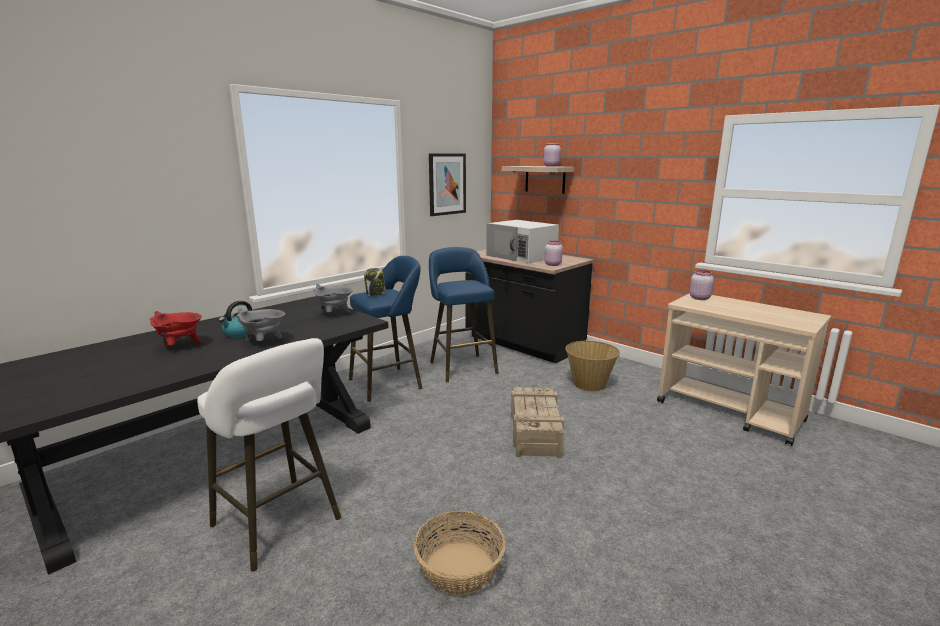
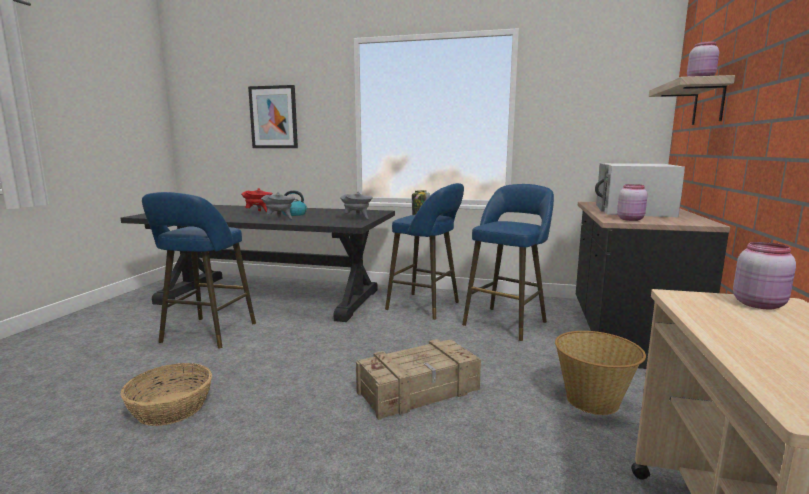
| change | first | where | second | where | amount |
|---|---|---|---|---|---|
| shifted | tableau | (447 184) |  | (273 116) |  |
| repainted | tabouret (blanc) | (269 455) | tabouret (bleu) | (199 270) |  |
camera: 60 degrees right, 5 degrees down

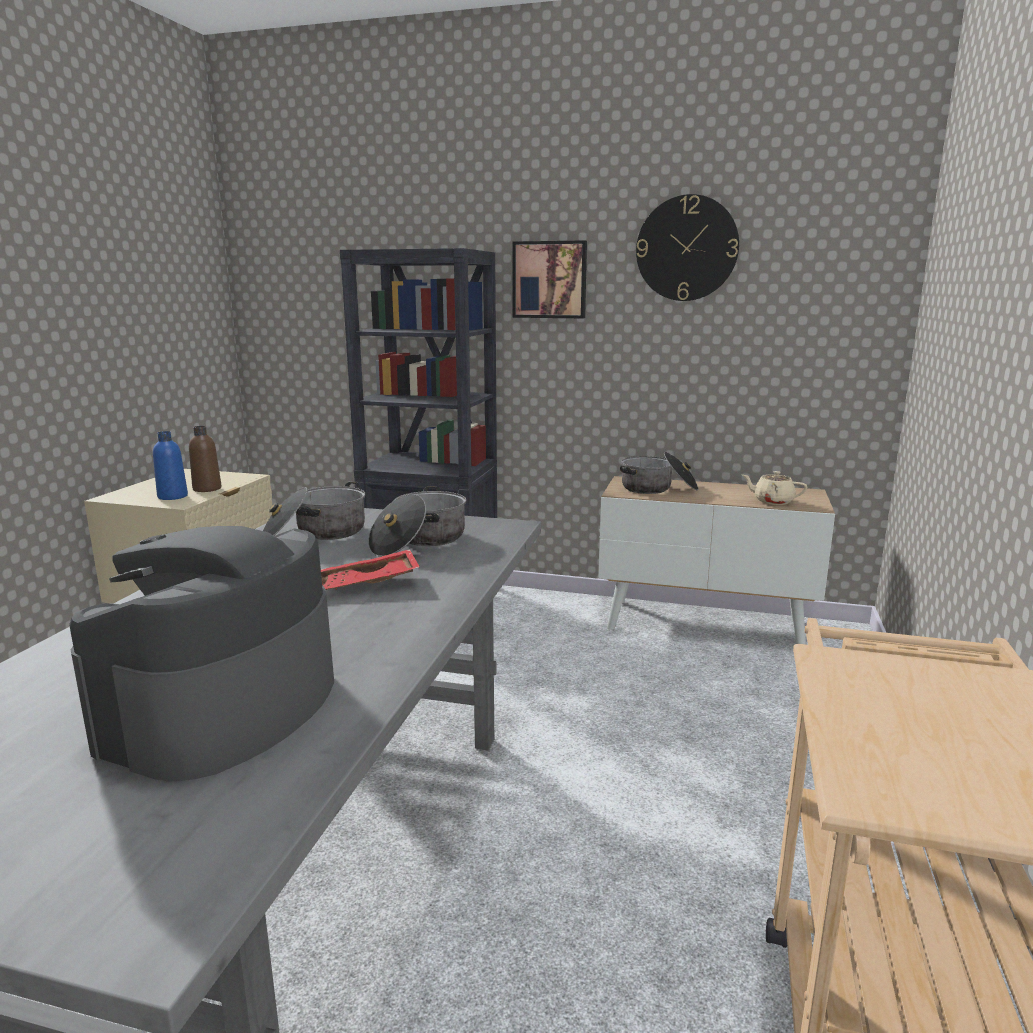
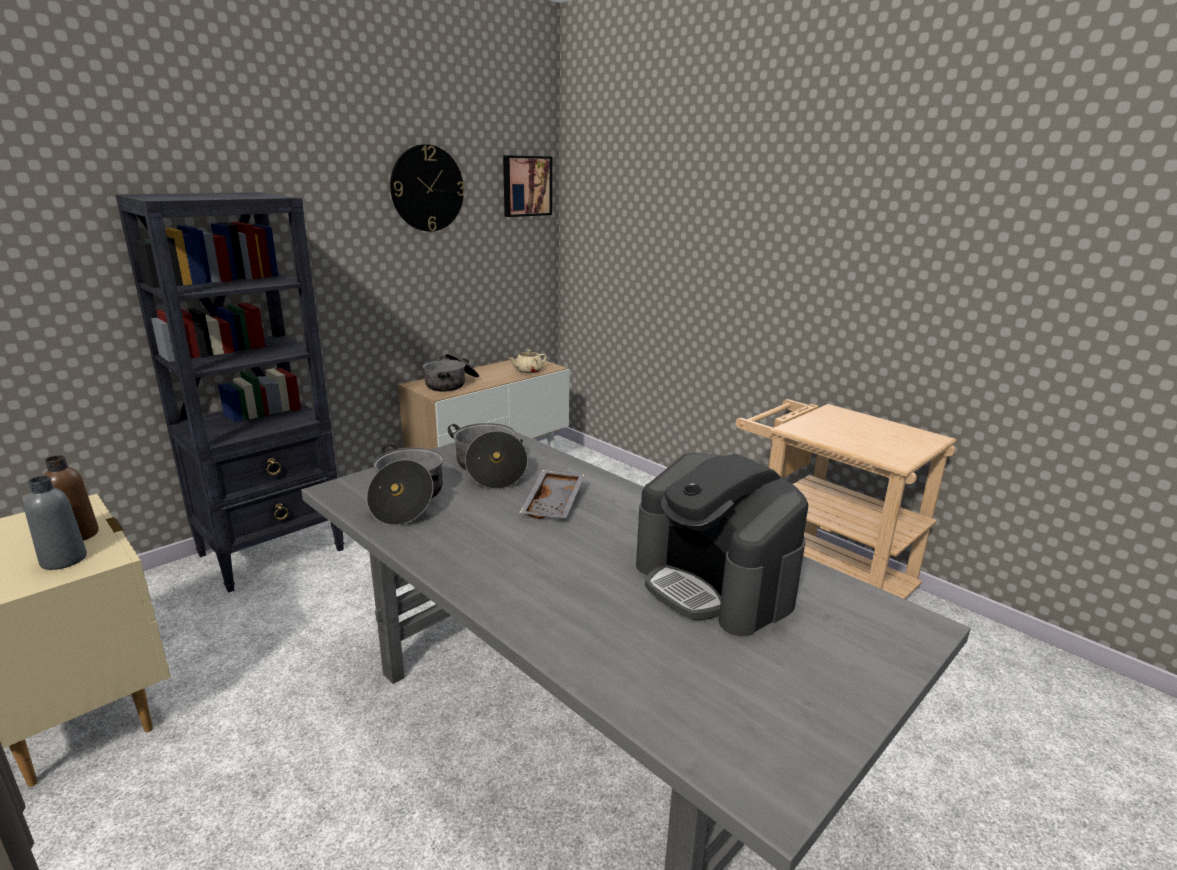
| change | first | where | second | where | amount |
|---|---|---|---|---|---|
| shifted | tableau | (549 279) |  | (527 186) |  |
| repainted | bouteille (bleu) | (170 465) | bouteille (gris) | (55 523) |  |
| repainted | plateau (rouge) | (370 569) | plateau (gris) | (552 494) |  |
camera: 60 degrees left, 5 degrees up

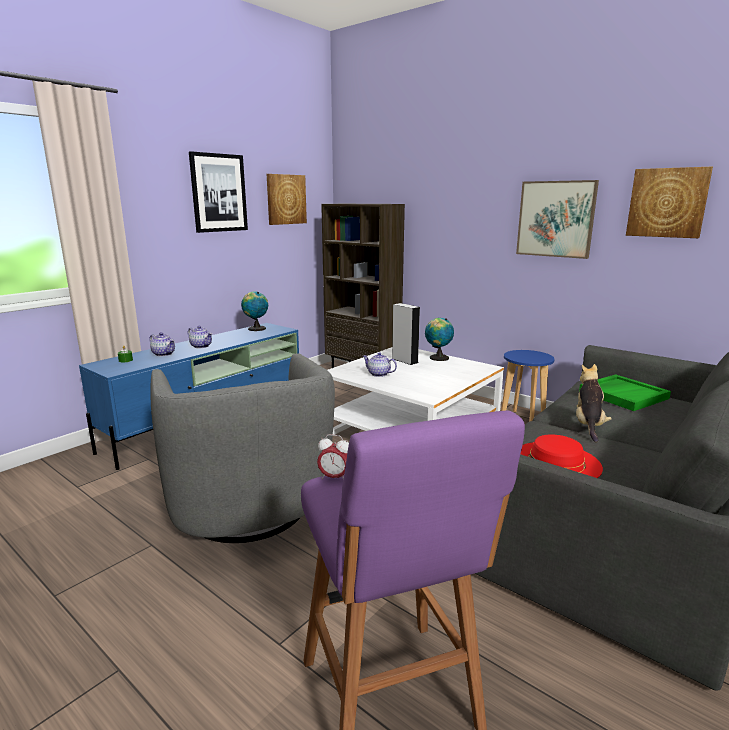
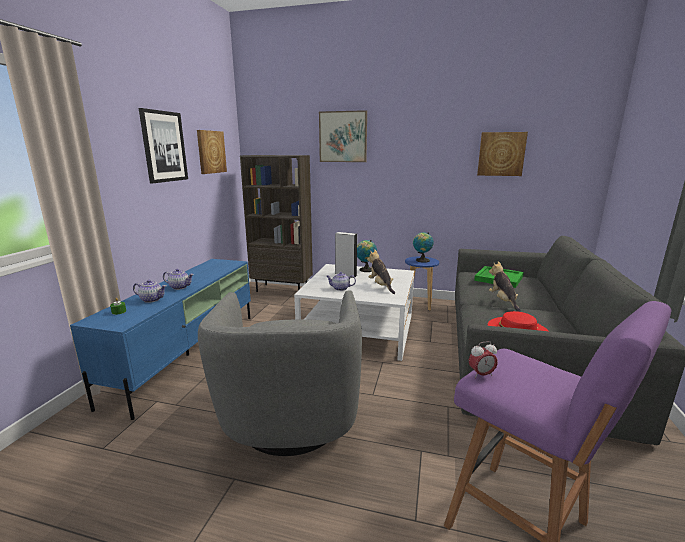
| change | first | where | second | where | amount |
|---|---|---|---|---|---|
| new |  |  | peluche | (381 271) |  |
| shifted | globe | (254 311) |  | (423 247) |  |
| shifted | tableau | (557 219) |  | (343 136) |  |
| rotated | fauteuil (gris) | (242 448) |  | (280 373) | 45 degrees clockwise |
camera: 25 degrees left, 0 degrees up

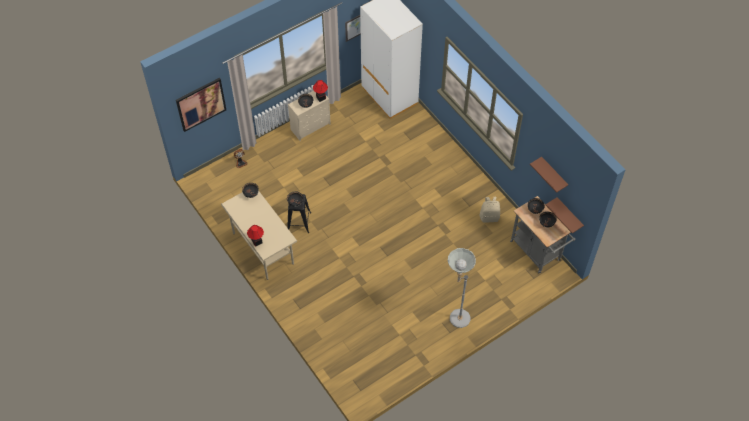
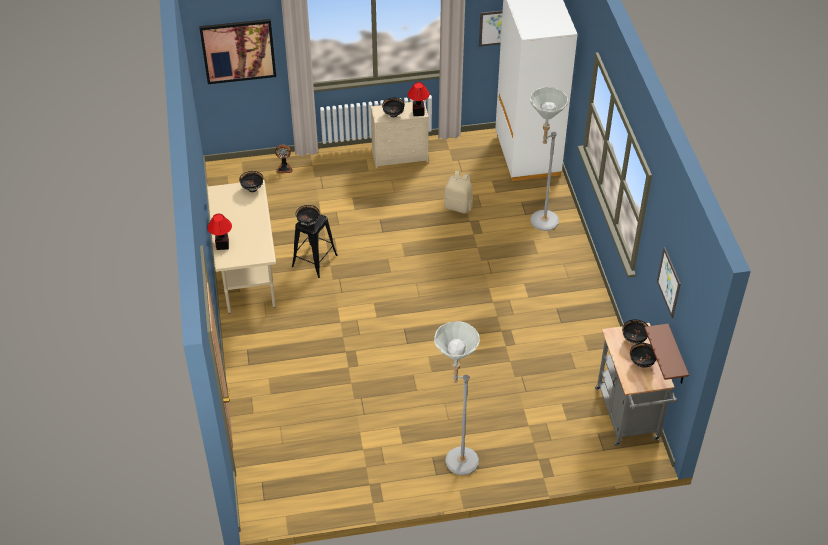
| change | first | where | second | where | amount |
|---|---|---|---|---|---|
| new |  |  | lampadaire (gris) | (549 159) |  |
| shifted | sac à dos (beige) | (490 209) |  | (458 192) |  |
| swapped | étagère (marron) | (549 175) | tableau | (669 282) |  |
camera: 25 degrees right, 10 degrees down

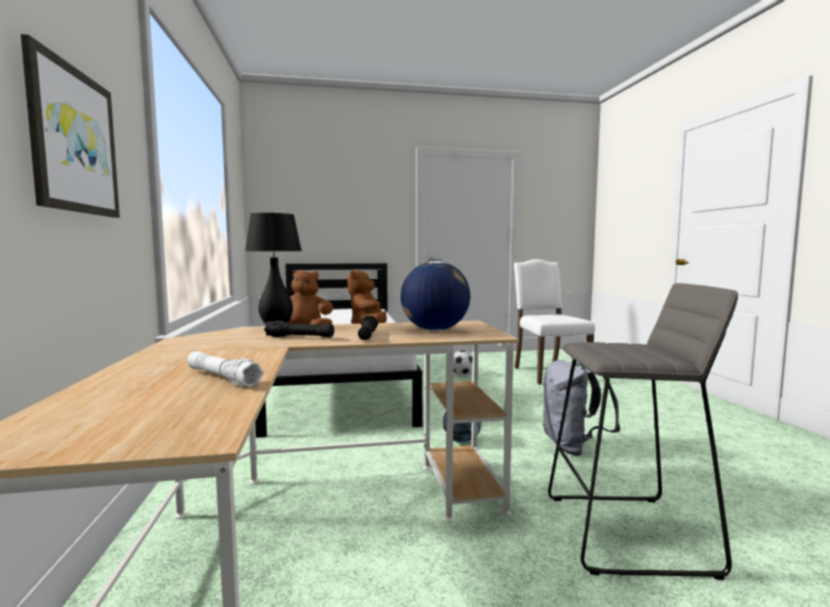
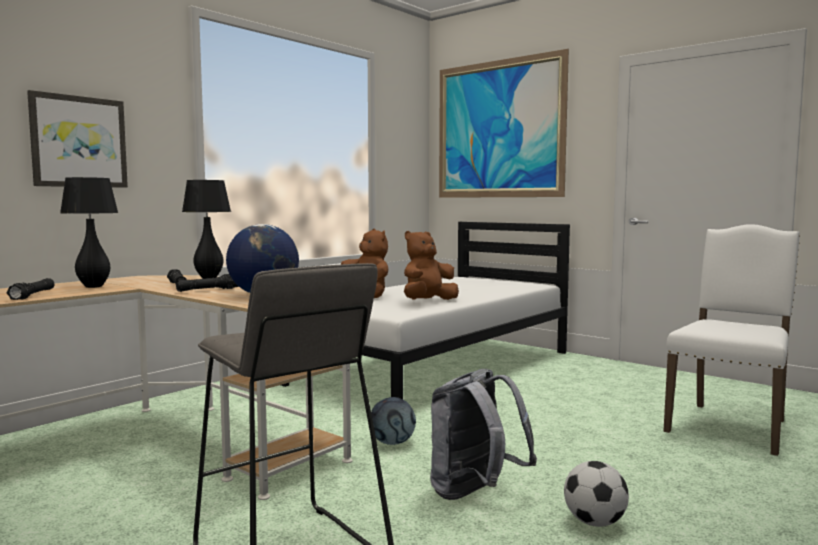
| change | first | where | second | where | amount |
|---|---|---|---|---|---|
| new |  |  | lampe de table (noir) | (89 232) |  |
| new |  |  | tableau | (504 123) |  |
| shifted | ballon de foot | (463 363) |  | (596 494) |  |
| repainted | lampe de poche (blanc) | (225 369) | lampe de poche (noir) | (30 289) |  |
camera: 50 degrees right, 0 degrees up

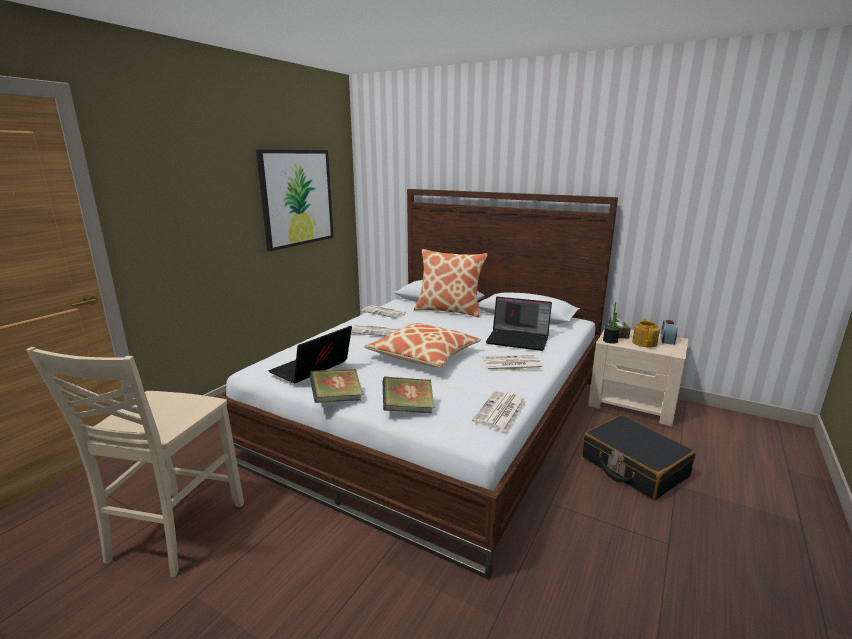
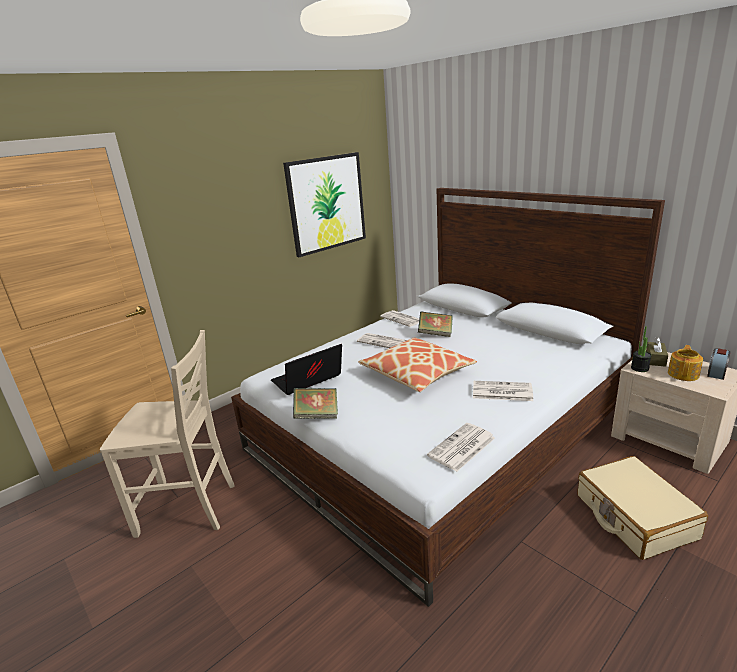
| change | first | where | second | where | amount |
|---|---|---|---|---|---|
| gone | coussin | (451 283) |  |  |  |
| gone | ordinateur portable | (519 324) |  |  |  |
| shifted | livre | (409 395) |  | (435 324) |  |
| repainted | valise (noir) | (638 458) | valise (beige) | (642 508) |  |
| rotated | chaise (beige) | (135 462) |  | (167 434) | 120 degrees counterclockwise |
camera: 20 degrees right, 5 degrees up

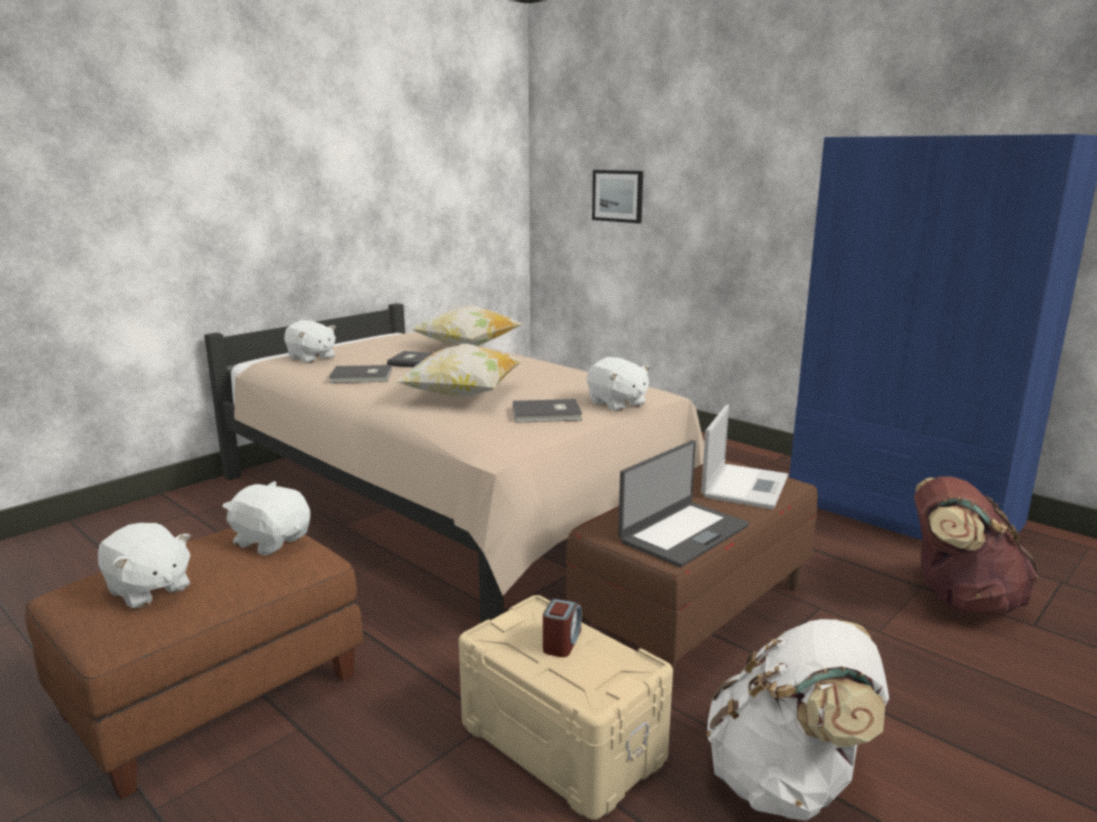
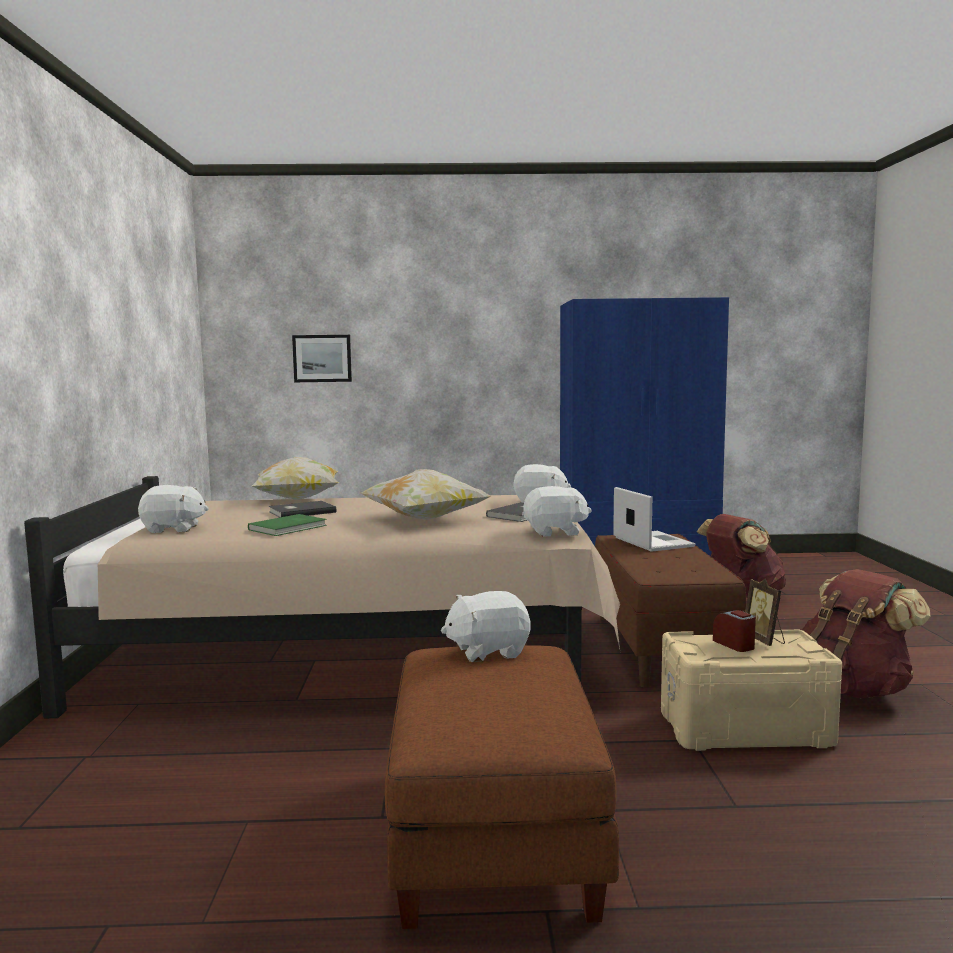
| change | first | where | second | where | amount |
|---|---|---|---|---|---|
| gone | ordinateur portable | (683 503) |  |  |  |
| new |  |  | cadre photo | (765 612) |  |
| shifted | peluche (blanc) | (144 566) |  | (557 511) |  |
| repainted | livre (gris) | (360 374) | livre (vert) | (287 525) |  |
| repainted | sac à dos (blanc) | (798 719) | sac à dos (marron) | (865 634) |  |
camera: 45 degrees left, 10 degrees down

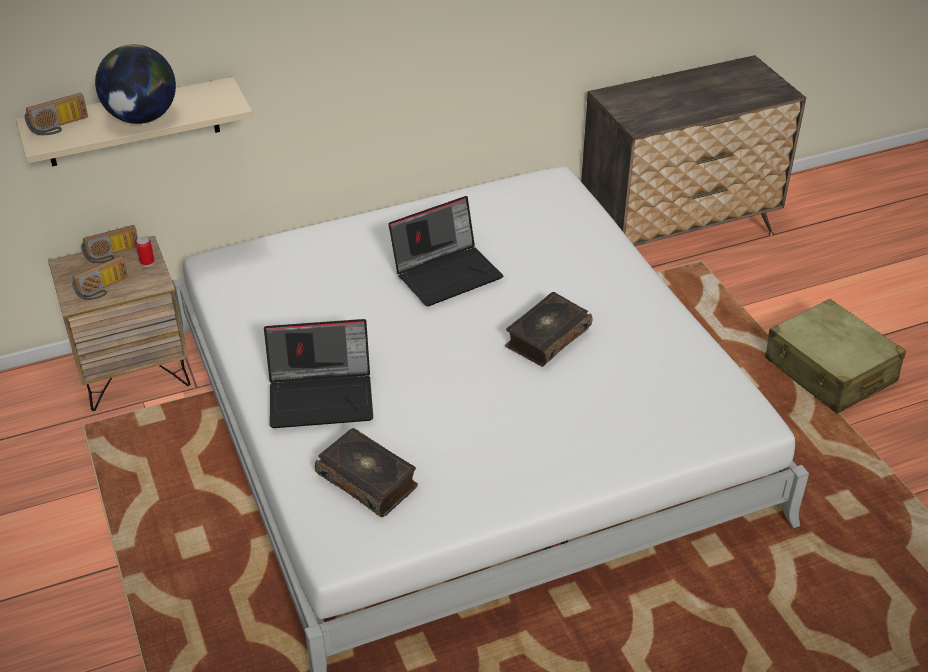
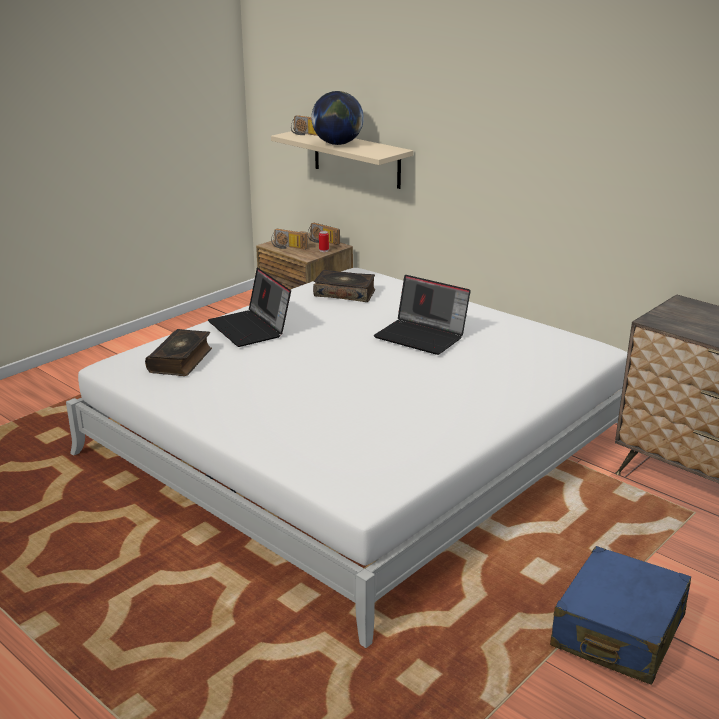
| change | first | where | second | where | amount |
|---|---|---|---|---|---|
| shifted | livre | (549 329) |  | (344 286) |  |
| repainted | valise (beige) | (835 356) | valise (bleu) | (620 615) |  |
camera: 65 degrees right, 15 degrees down

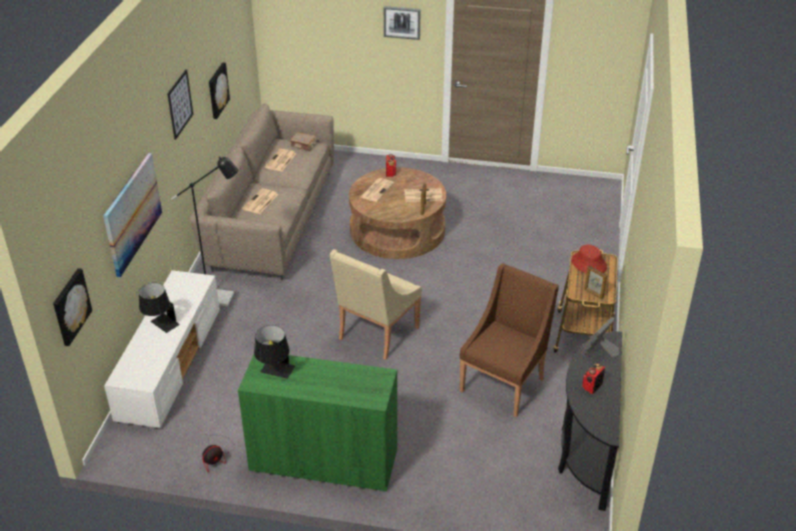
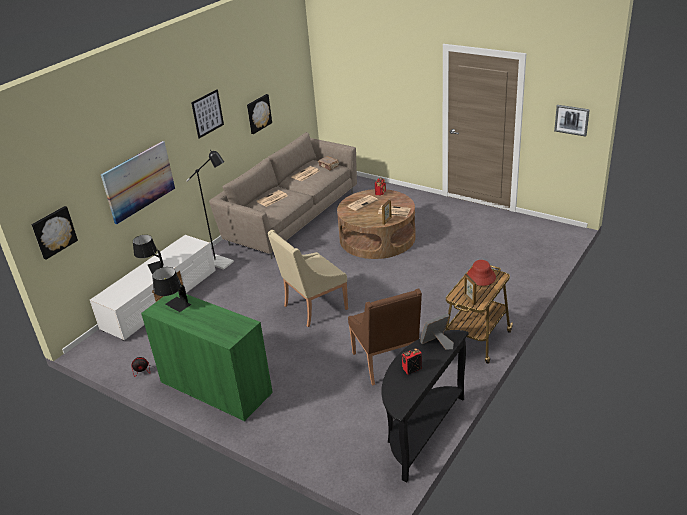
| change | first | where | second | where | amount |
|---|---|---|---|---|---|
| shifted | tableau | (402 23) |  | (572 121) |  |
| rotated | fauteuil (marron) | (509 340) |  | (385 336) | 105 degrees clockwise |
camera: 25 degrees right, 5 degrees down

